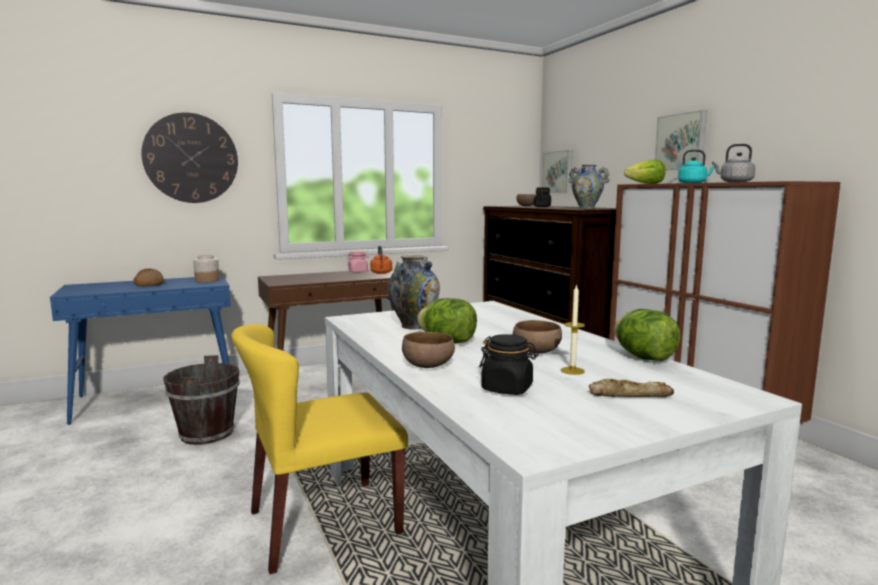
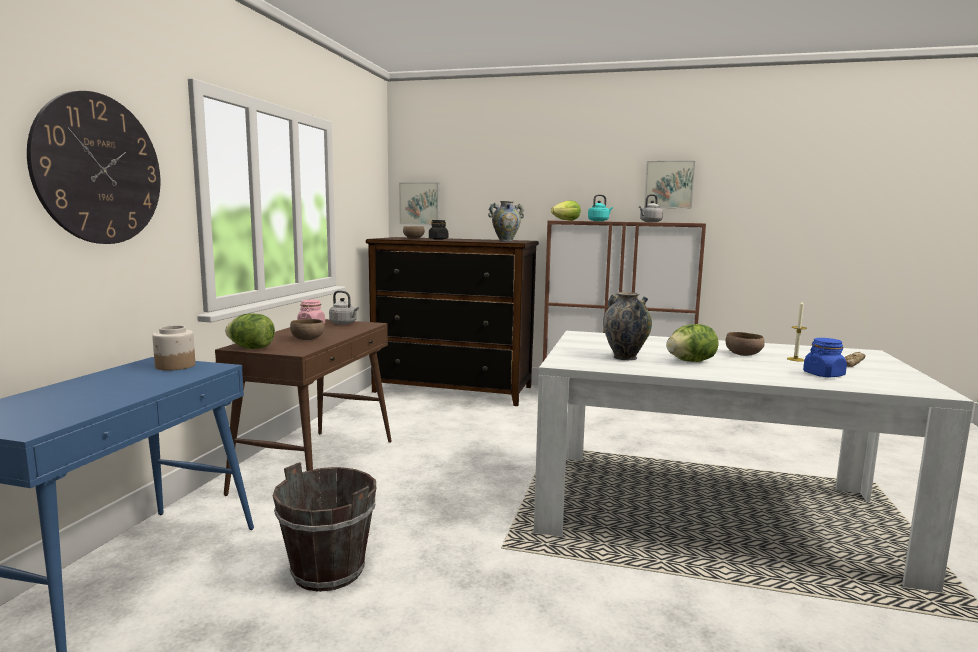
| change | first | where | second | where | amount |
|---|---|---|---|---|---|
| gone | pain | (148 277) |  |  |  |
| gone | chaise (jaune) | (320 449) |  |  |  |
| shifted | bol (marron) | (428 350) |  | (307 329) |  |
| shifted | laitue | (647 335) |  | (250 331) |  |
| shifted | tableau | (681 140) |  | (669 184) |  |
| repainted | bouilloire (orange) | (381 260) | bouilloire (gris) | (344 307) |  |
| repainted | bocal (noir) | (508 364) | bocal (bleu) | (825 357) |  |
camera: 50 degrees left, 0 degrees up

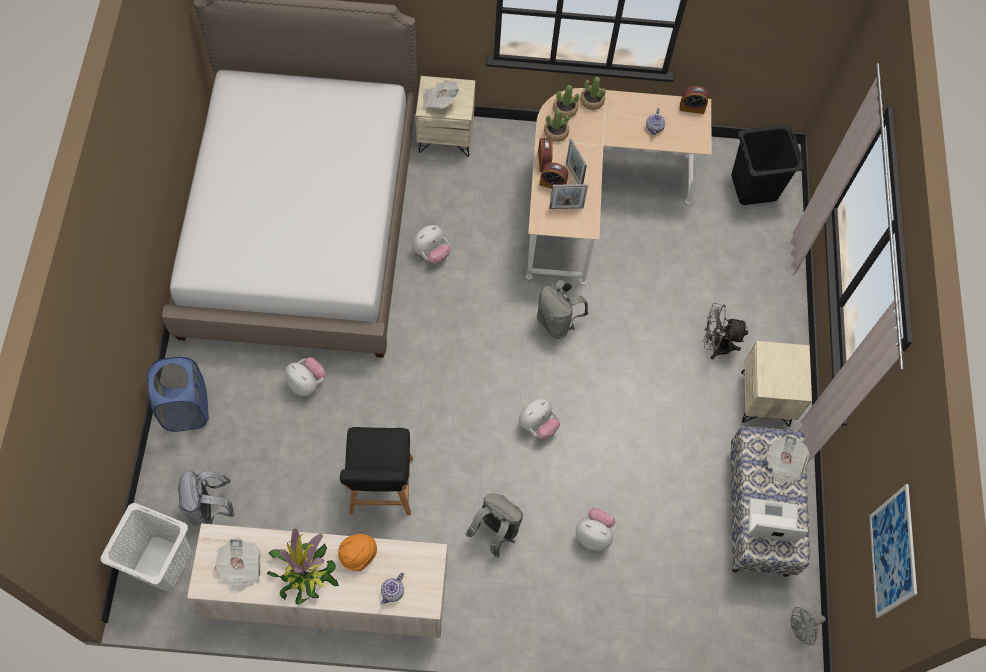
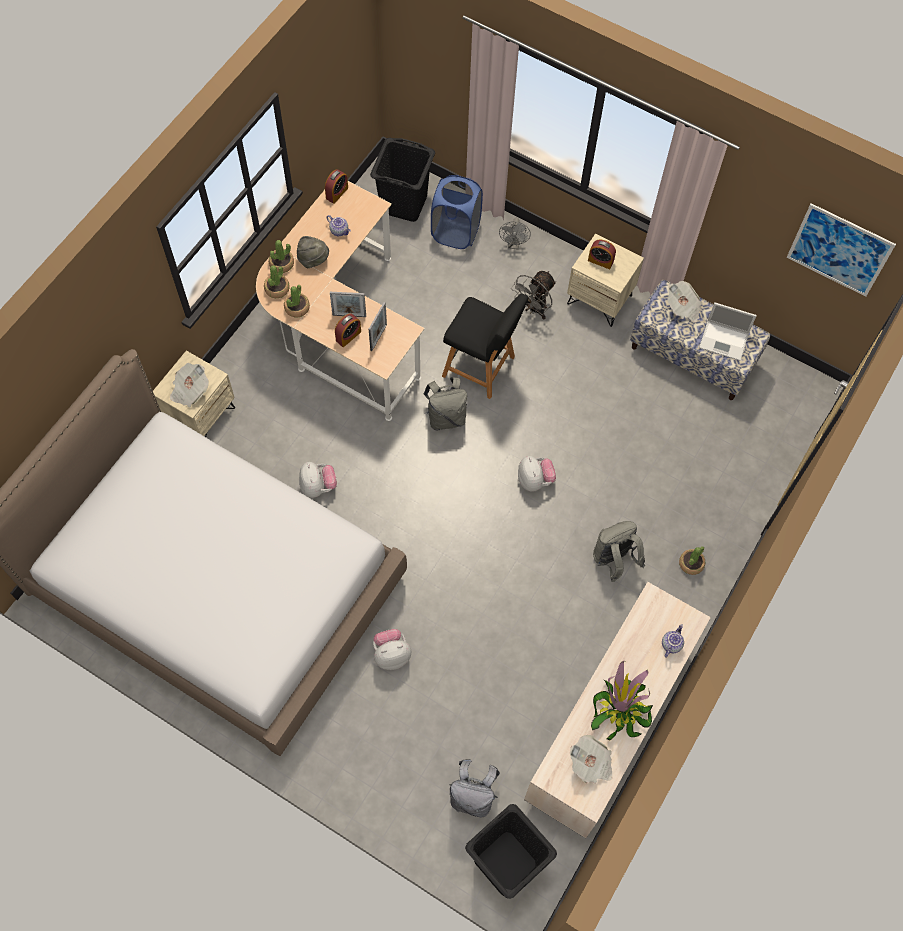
| change | first | where | second | where | amount |
|---|---|---|---|---|---|
| gone | chapeau (orange) | (357 552) |  |  |  |
| gone | peluche | (596 529) |  |  |  |
| new |  |  | chapeau (gris) | (313 252) |  |
| new |  |  | plante en pot | (692 561) |  |
| shifted | panier à linge (bleu) | (178 394) |  | (457 212) |  |
| shifted | tabouret (noir) | (376 471) |  | (485 346) |  |
| shifted | réveil | (545 155) |  | (602 254) |  |
| shifted | ventilateur (gris) | (808 626) |  | (515 233) |  |
| repainted | panier à linge (blanc) | (146 547) | panier à linge (noir) | (511 851) |  |
| rotated | théière | (392 589) |  | (673 641) | 120 degrees counterclockwise |
| rotated | ordinateur portable | (778 520) |  | (728 331) | 105 degrees counterclockwise |
camera: 60 degrees left, 0 degrees up

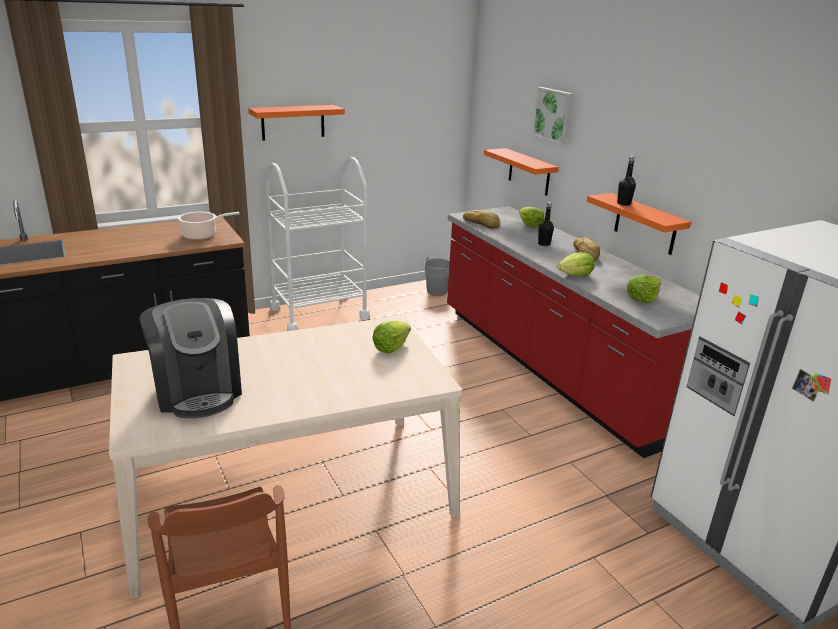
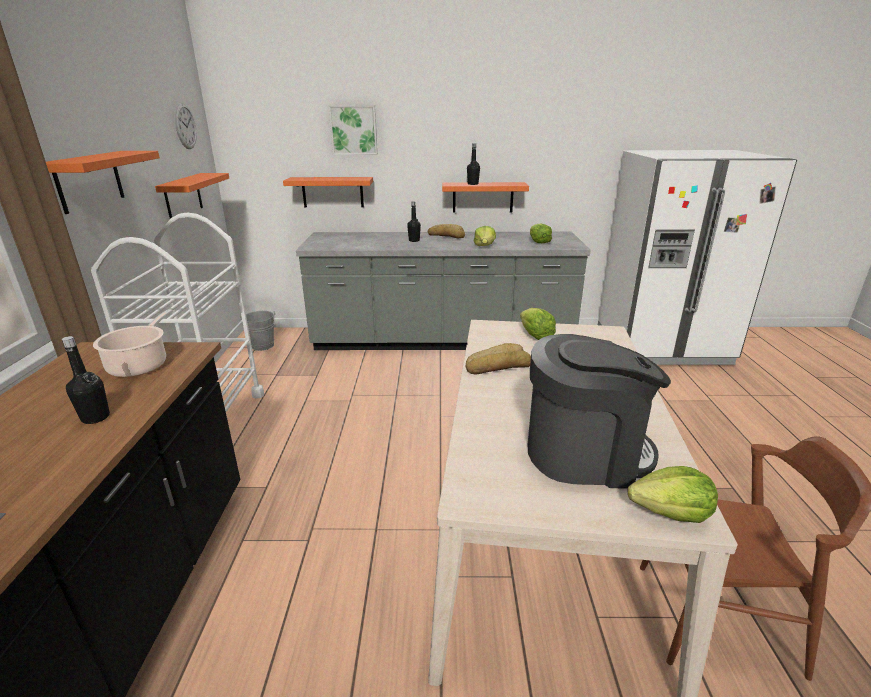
| change | first | where | second | where | amount |
|---|---|---|---|---|---|
| new |  |  | bouteille (noir) | (86 380) |  |
| new |  |  | étagère (orange) | (192 196) |  |
| new |  |  | horloge murale | (185 126) |  |
| shifted | pain | (481 219) |  | (498 359) |  |
| shifted | laitue | (531 217) |  | (673 494) |  |
| repainted | comptoir de cuisine (rouge) | (573 332) | comptoir de cuisine (gris) | (443 291) |  |
camera: 60 degrees left, 0 degrees up

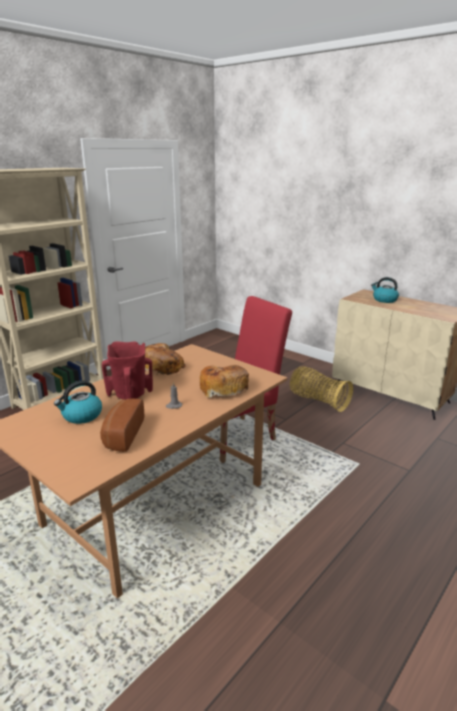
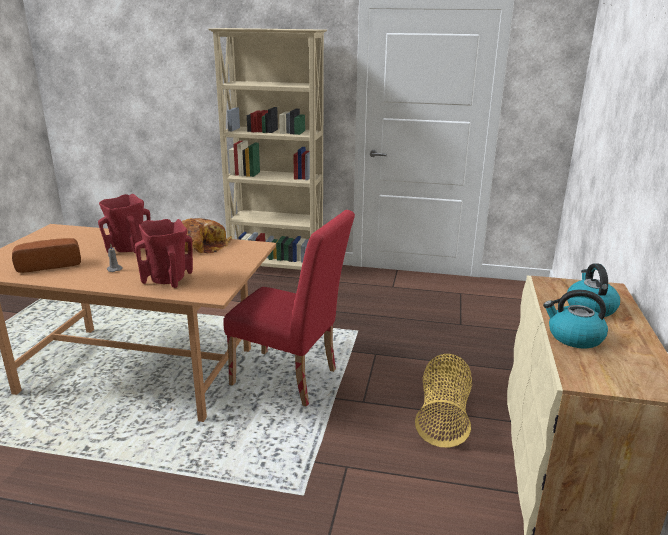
| change | first | where | second | where | amount |
|---|---|---|---|---|---|
| shifted | bouilloire | (78 402) |  | (575 319) |  |
| swapped | pain | (224 381) | vase (rouge) | (164 253) |  |
camera: 60 degrees right, 0 degrees up

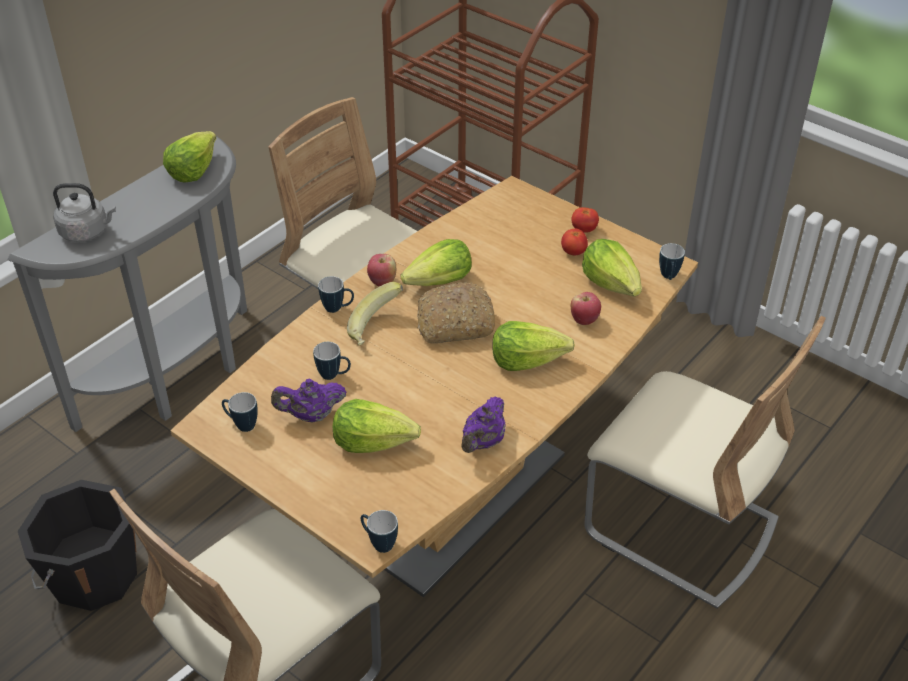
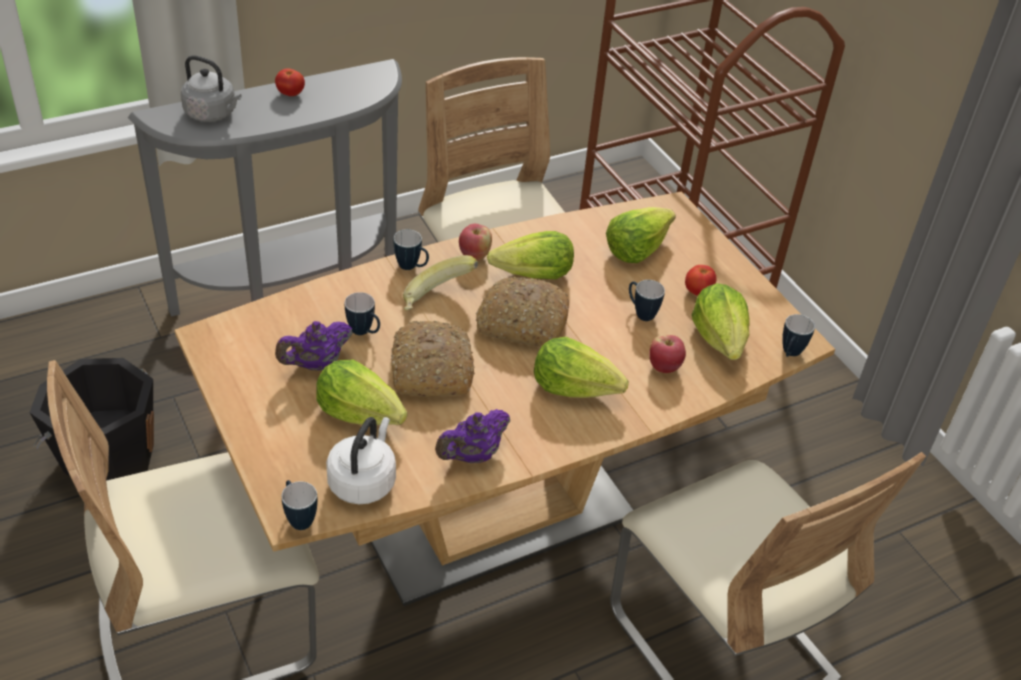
| change | first | where | second | where | amount |
|---|---|---|---|---|---|
| new |  |  | bouilloire (blanc) | (361 460) |  |
| new |  |  | pain | (433 359) |  |
| shifted | laitue | (189 157) |  | (641 235) |  |
| shifted | mug | (240 412) |  | (647 300) |  |
| shifted | tomate | (585 220) |  | (290 82) |  |
| rotated | théière (violet) | (309 401) |  | (314 346) | 45 degrees counterclockwise |
camera: 20 degrees right, 0 degrees up

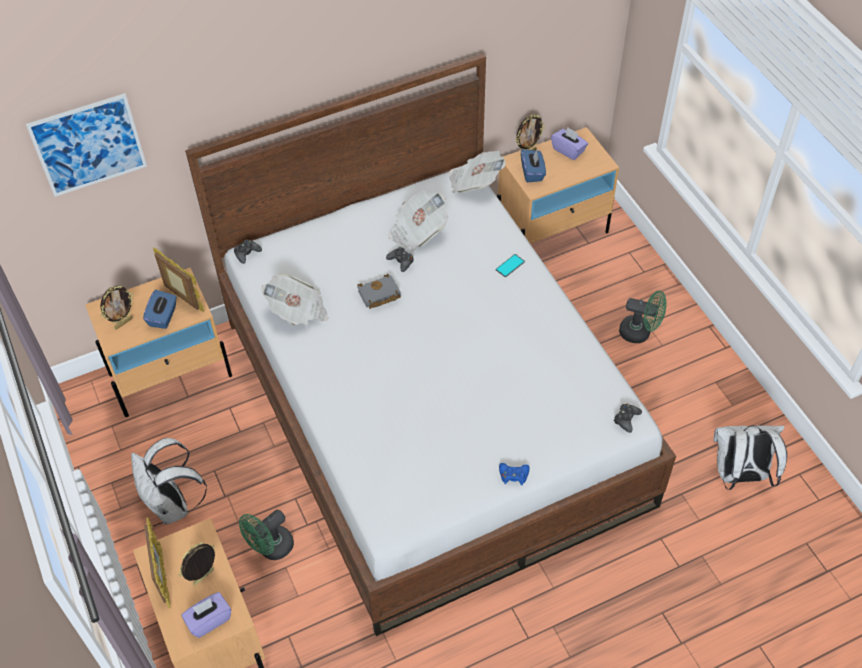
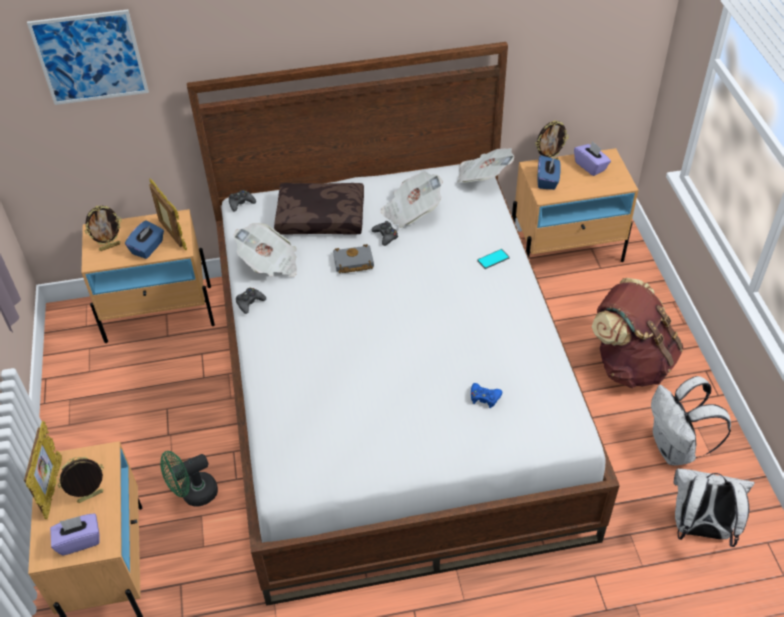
| change | first | where | second | where | amount |
|---|---|---|---|---|---|
| new |  |  | coussin (marron) | (319 209) |  |
| shifted | sac à dos (blanc) | (169 481) |  | (691 421) |  |
| shifted | manette (bleu) | (514 474) |  | (486 395) |  |
| shifted | manette (noir) | (627 418) |  | (251 301) |  |
| swapped | ventilateur (vert) | (643 317) | sac à dos (marron) | (637 333) |  |
camera: 15 degrees right, 5 degrees down

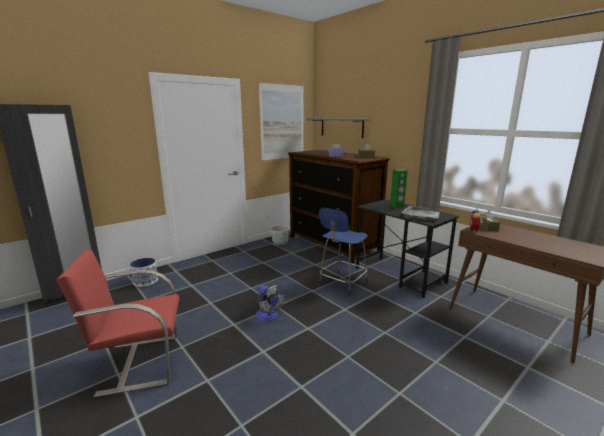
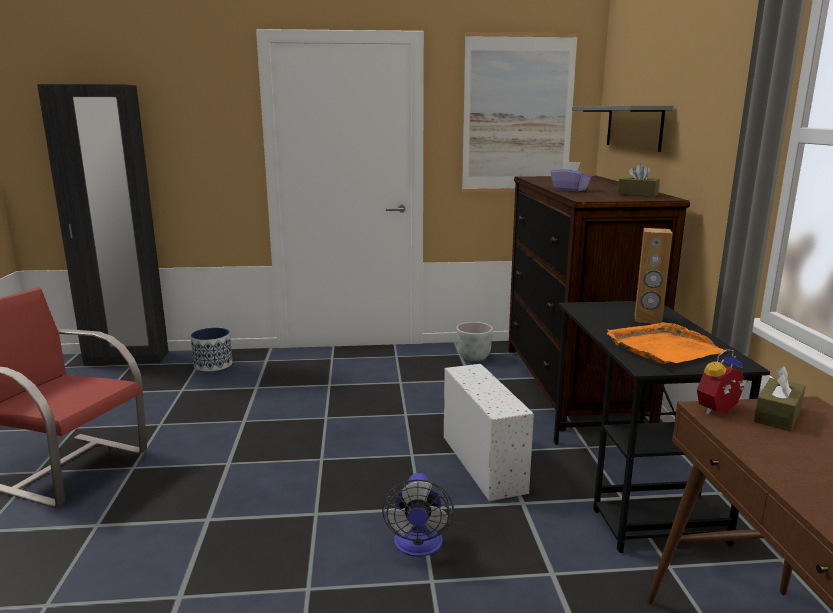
| change | first | where | second | where | amount |
|---|---|---|---|---|---|
| shifted | ventilateur | (271 302) |  | (418 515) |  |
| swapped | tabouret (bleu) | (343 252) | boîte de rangement (blanc) | (489 432) |  |
| repainted | enceinte (vert) | (398 188) | enceinte (marron) | (654 276) |  |
| repainted | plateau (gris) | (420 213) | plateau (orange) | (666 343) |  |
camera: 35 degrees right, 0 degrees up

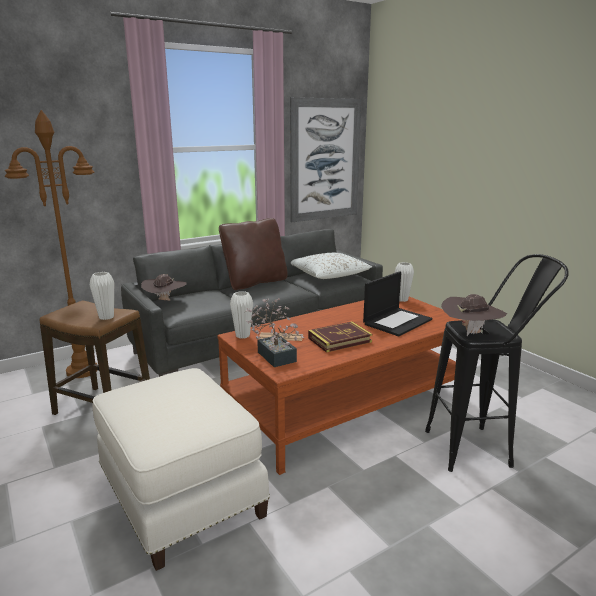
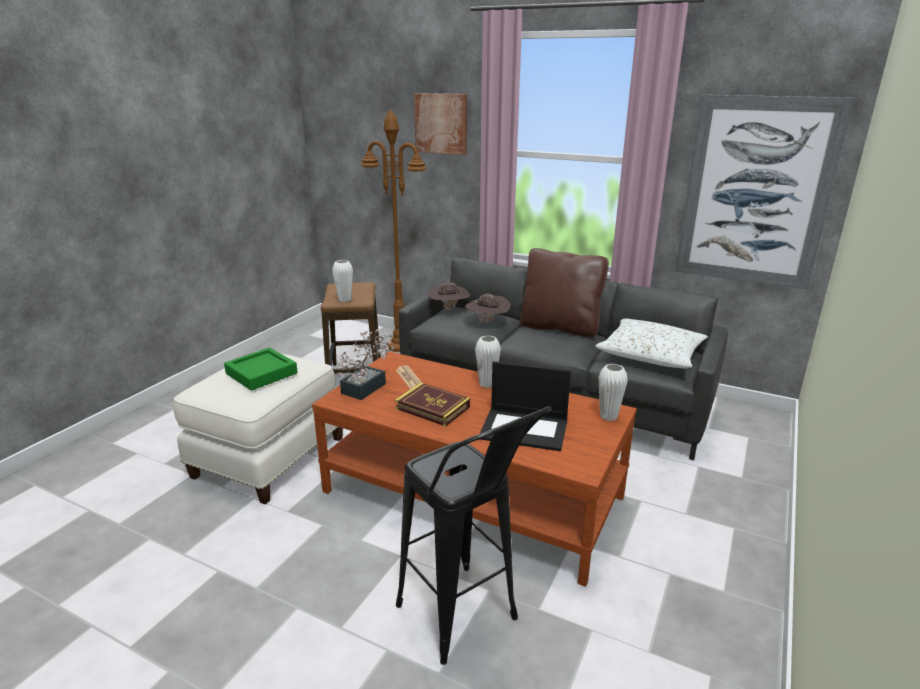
| change | first | where | second | where | amount |
|---|---|---|---|---|---|
| new |  |  | plateau (vert) | (261 369) |  |
| new |  |  | tableau | (440 124) |  |
| shifted | vase (blanc) | (241 315) |  | (488 362) |  |
| shifted | chapeau (marron) | (474 315) |  | (487 308) |  |
camera: 60 degrees right, 5 degrees up

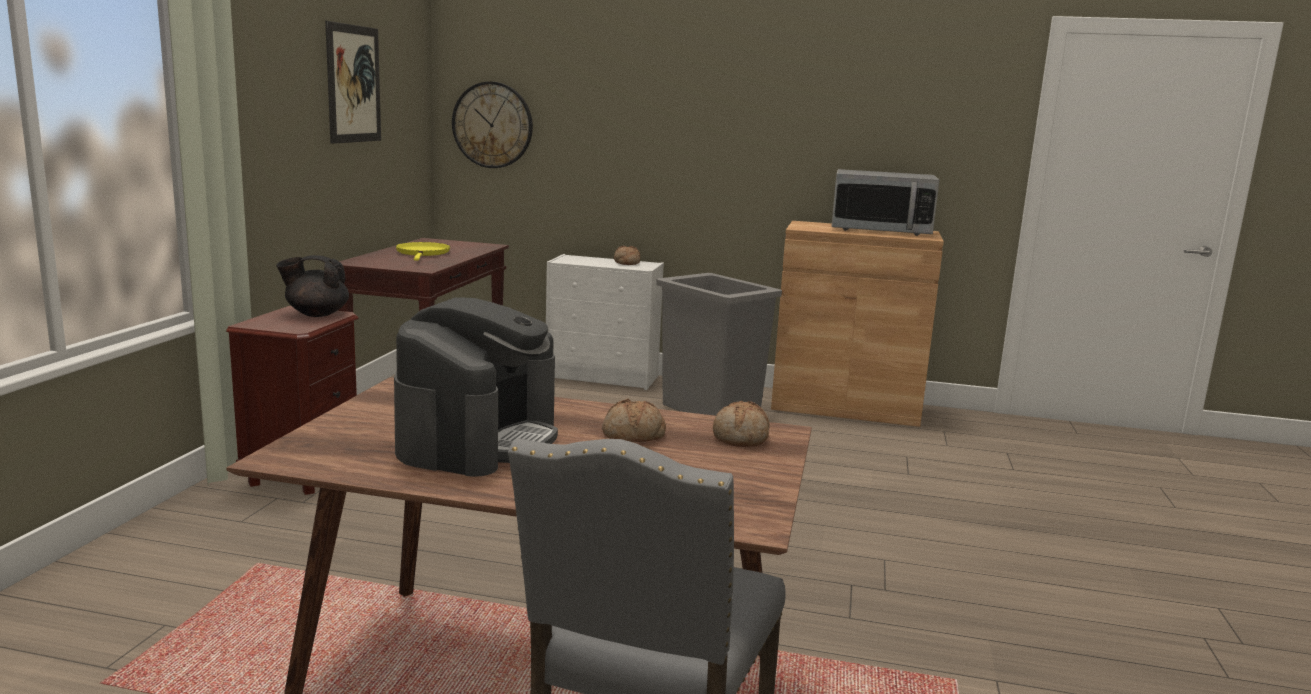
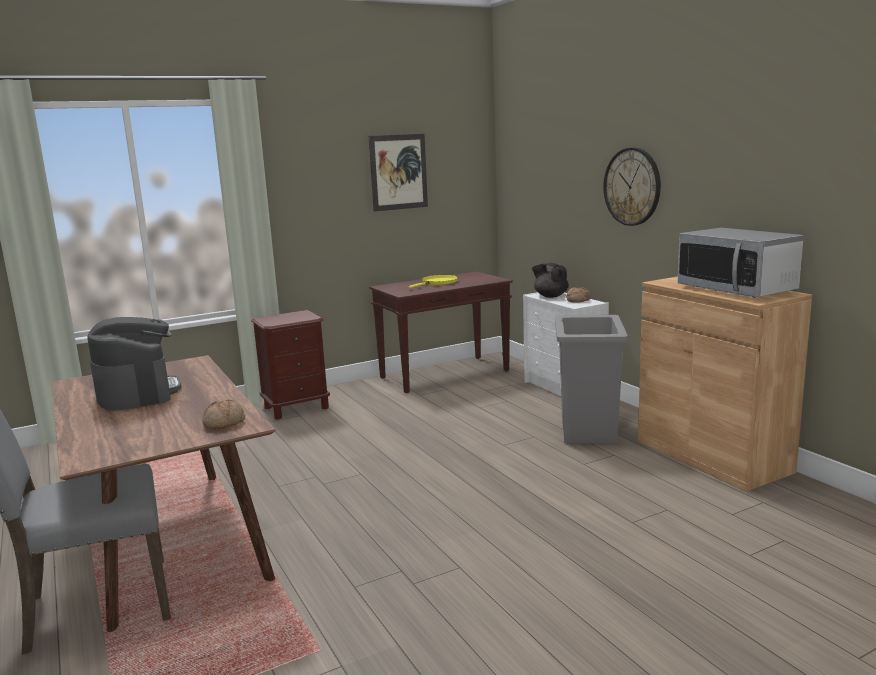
| change | first | where | second | where | amount |
|---|---|---|---|---|---|
| gone | pain | (634 420) |  |  |  |
| shifted | théière (noir) | (312 286) |  | (550 280) |  |
| shifted | horloge murale | (492 124) |  | (632 186) |  |
| rotated | machine à café | (476 387) |  | (134 363) | 90 degrees counterclockwise |
camera: 50 degrees right, 0 degrees up

